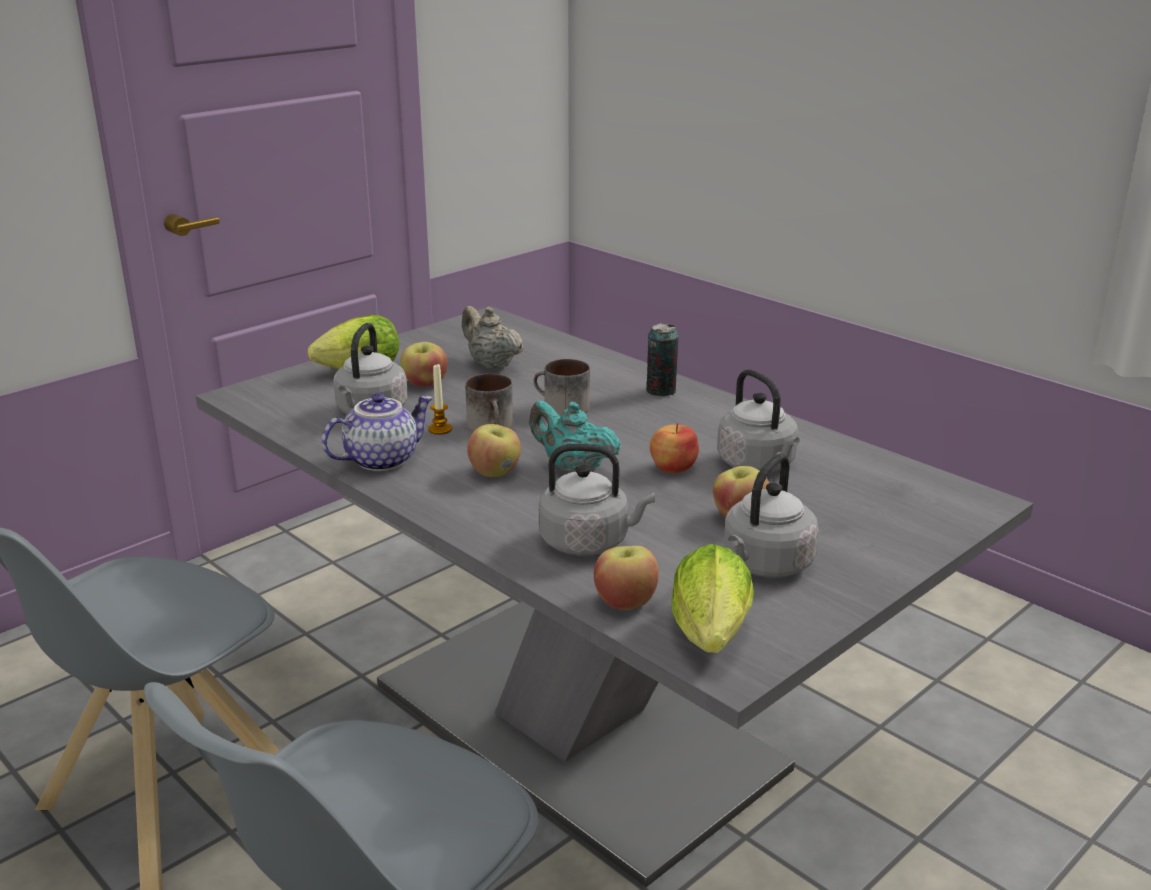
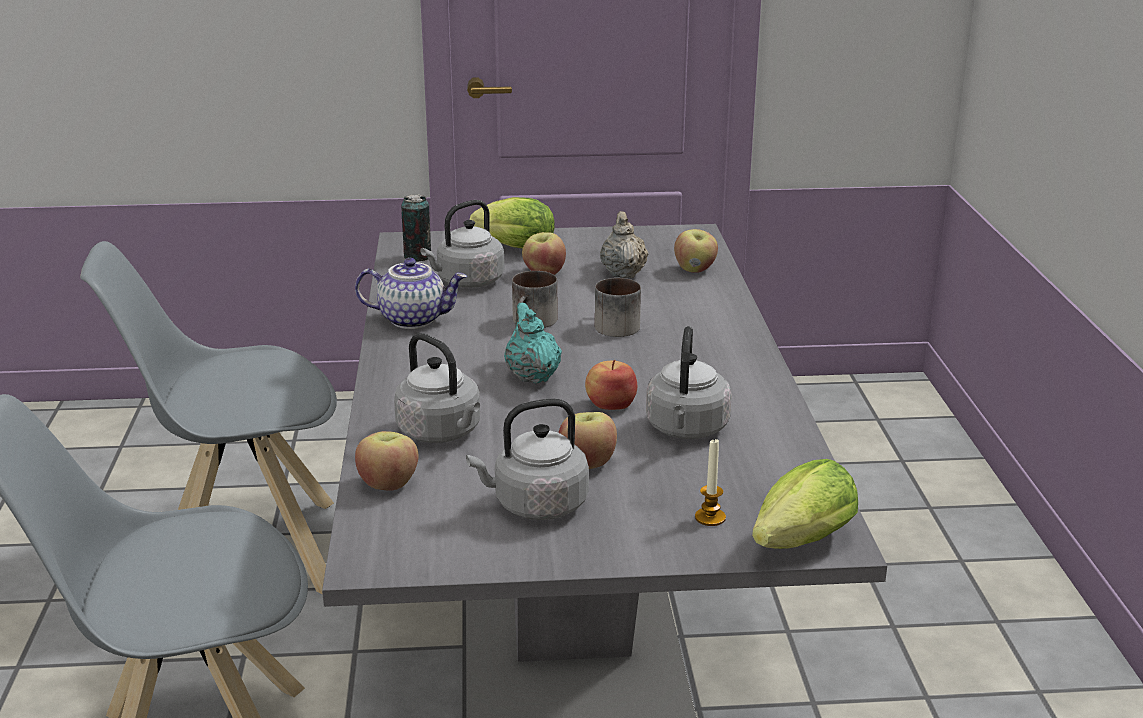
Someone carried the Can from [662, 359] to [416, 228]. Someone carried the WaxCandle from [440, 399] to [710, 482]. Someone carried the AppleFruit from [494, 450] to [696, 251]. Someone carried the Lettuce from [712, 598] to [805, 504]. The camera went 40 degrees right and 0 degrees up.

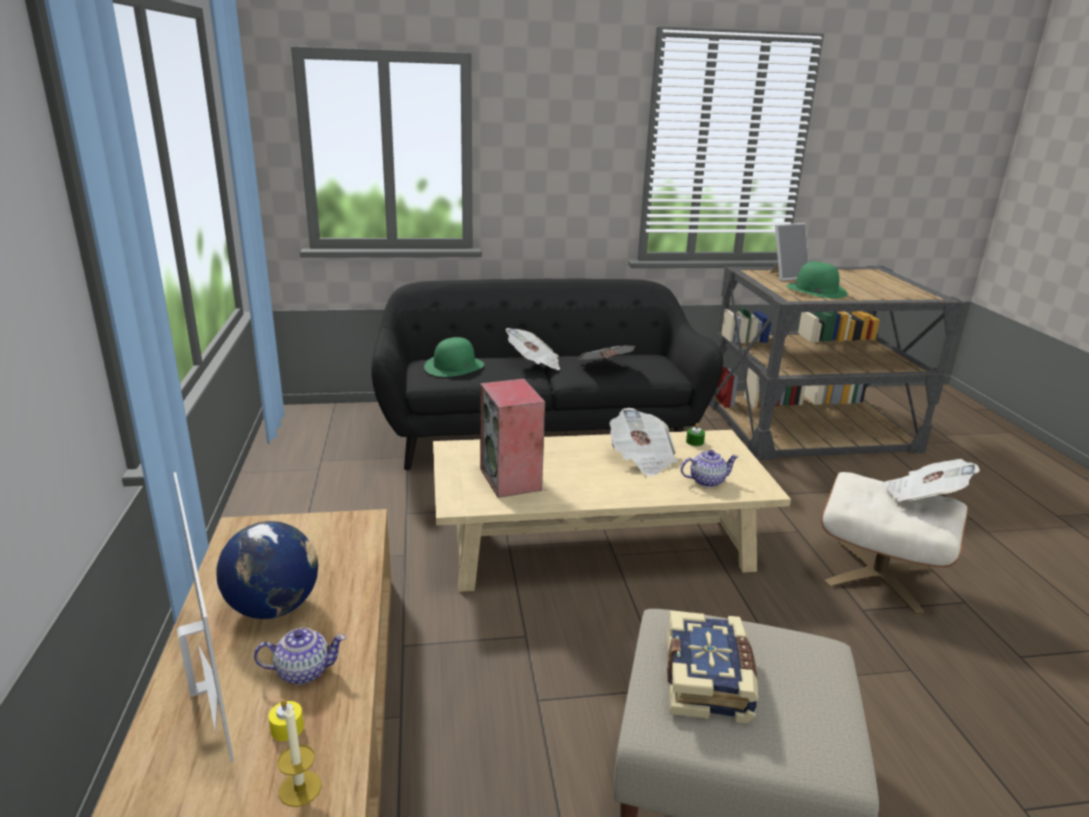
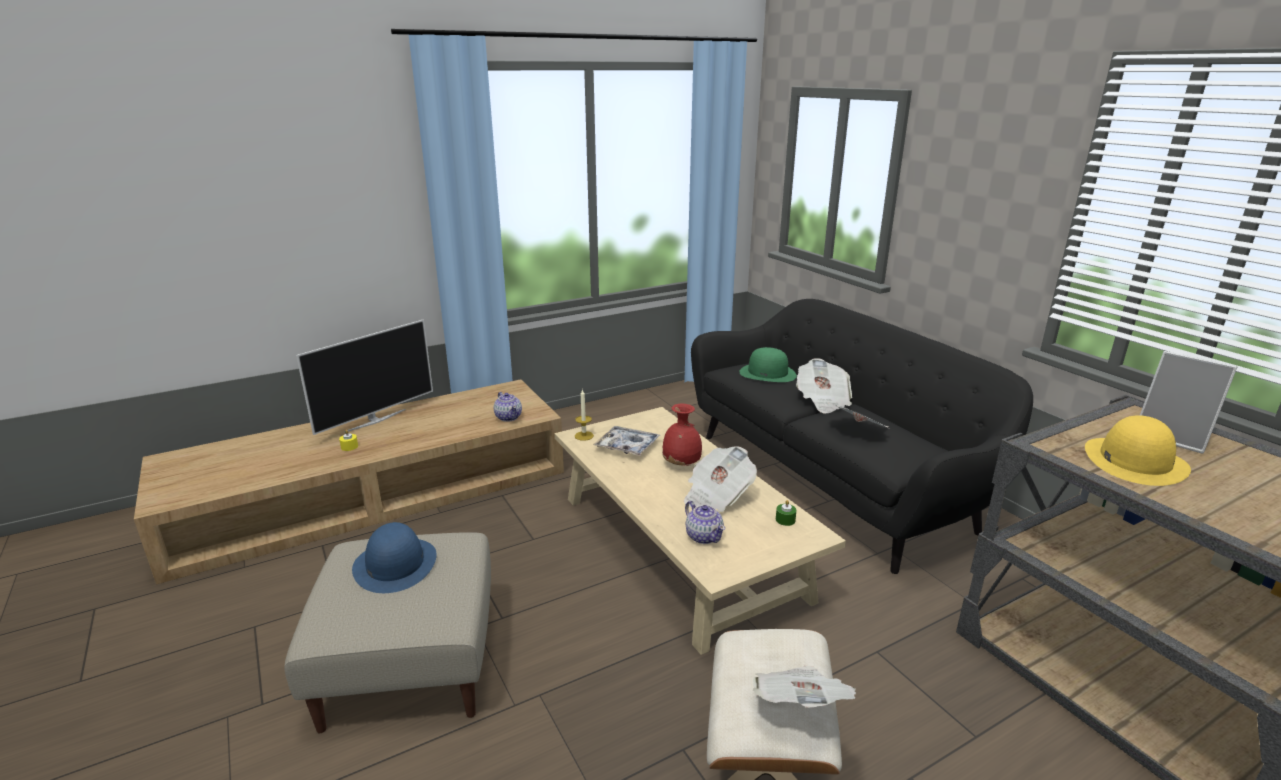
Someone repainted the GreenWearableHat at [817, 280], which became the YellowColouredWearableHat at [1138, 450]. Someone swapped the Loudspeaker at [512, 438] for the Tray at [626, 441]. Someone took away the Globe at [267, 570]. Someone swapped the Book at [712, 666] for the BluishWearableHat at [394, 557]. Someone carried the PotForTea from [300, 656] to [508, 407]. Someone carried the WaxCandle from [299, 756] to [584, 415]. Someone put down the RedColouredFlowerVase at [682, 434]. The camera went 70 degrees right and 0 degrees up.

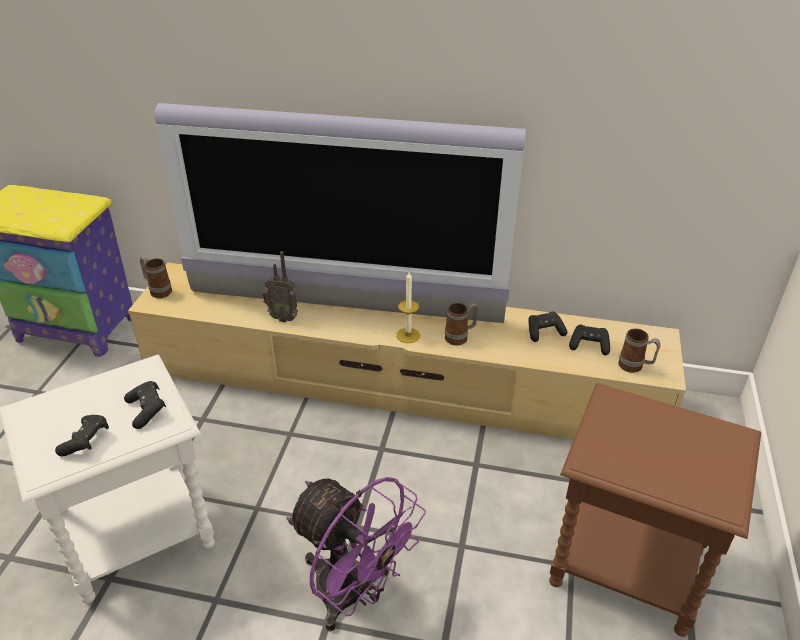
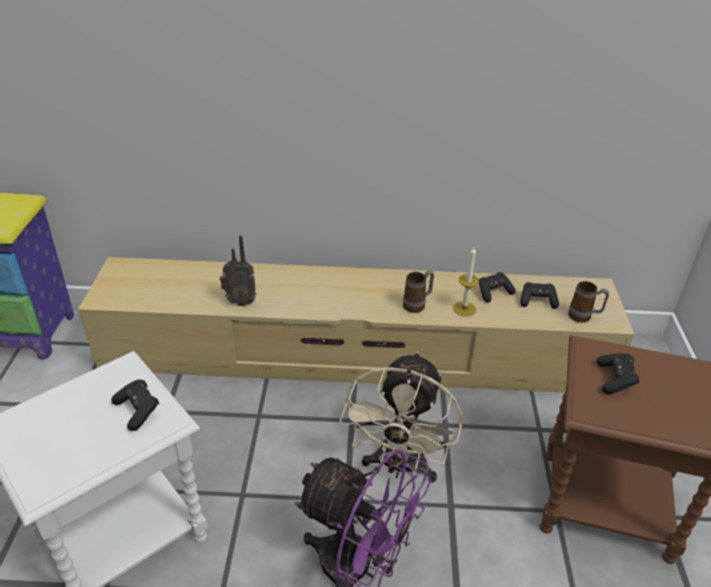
Someone took away the Television at [340, 213]. Someone took away the Mug at [156, 277]. Someone carried the WaxCandle from [408, 307] to [466, 282]. Someone carried the BlackColouredGamepad from [82, 436] to [617, 373]. Someone put down the BeigeFan at [401, 417]. The camera went 10 degrees left and 0 degrees up.

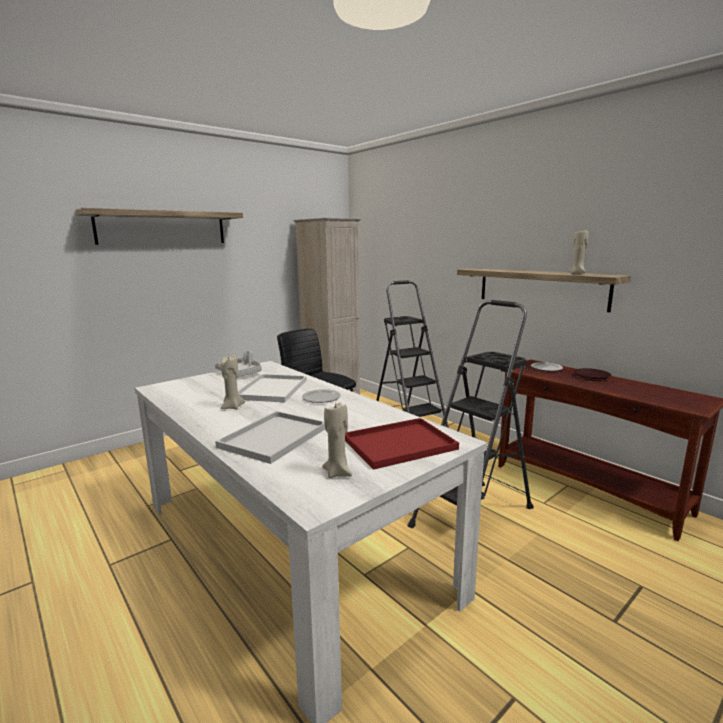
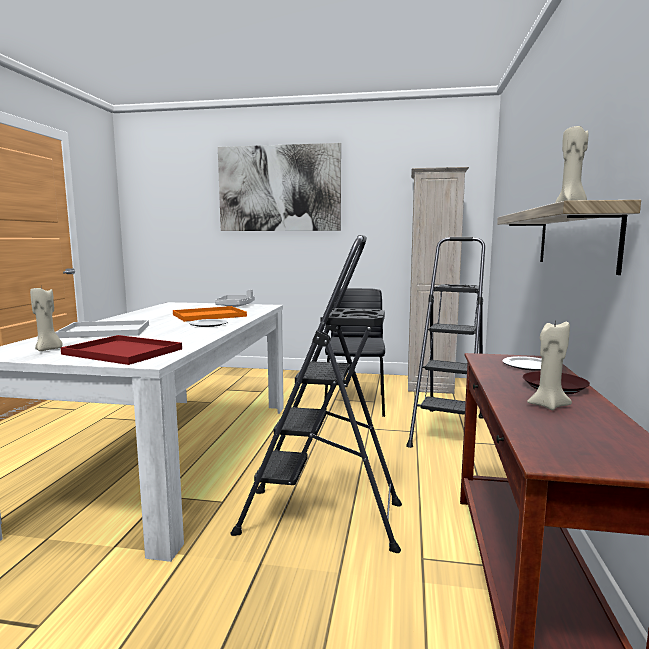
Someone swapped the BracketShelf at [159, 226] for the WallArt at [279, 187]. Someone carried the BeigeWaxCandle from [233, 382] to [549, 366]. Someone repainted the WhitishTray at [272, 388], which became the OrangeColouredTray at [210, 314]. The camera went 50 degrees right and 5 degrees down.

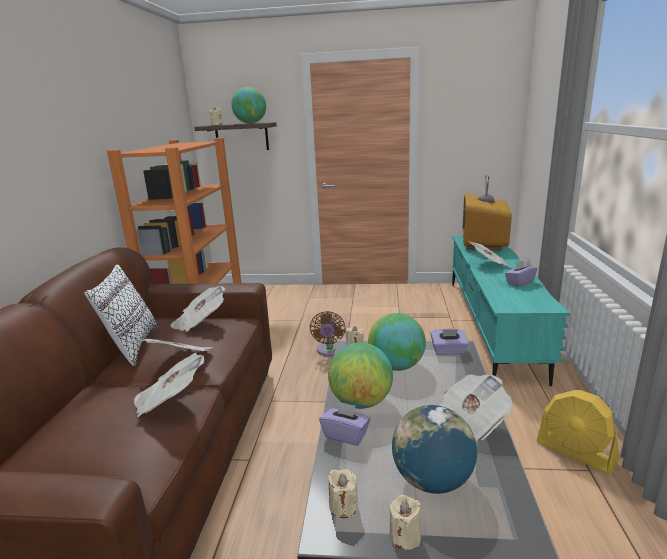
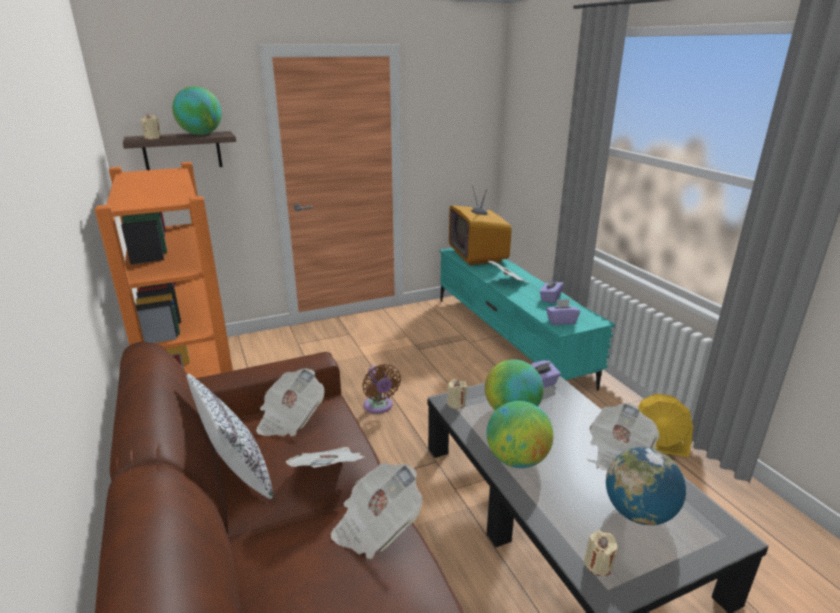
Someone carried the PurplishTissueBox from [345, 423] to [563, 312]. Someone took away the BeigeWaxCandle at [405, 522]. The camera went 30 degrees left and 5 degrees up.

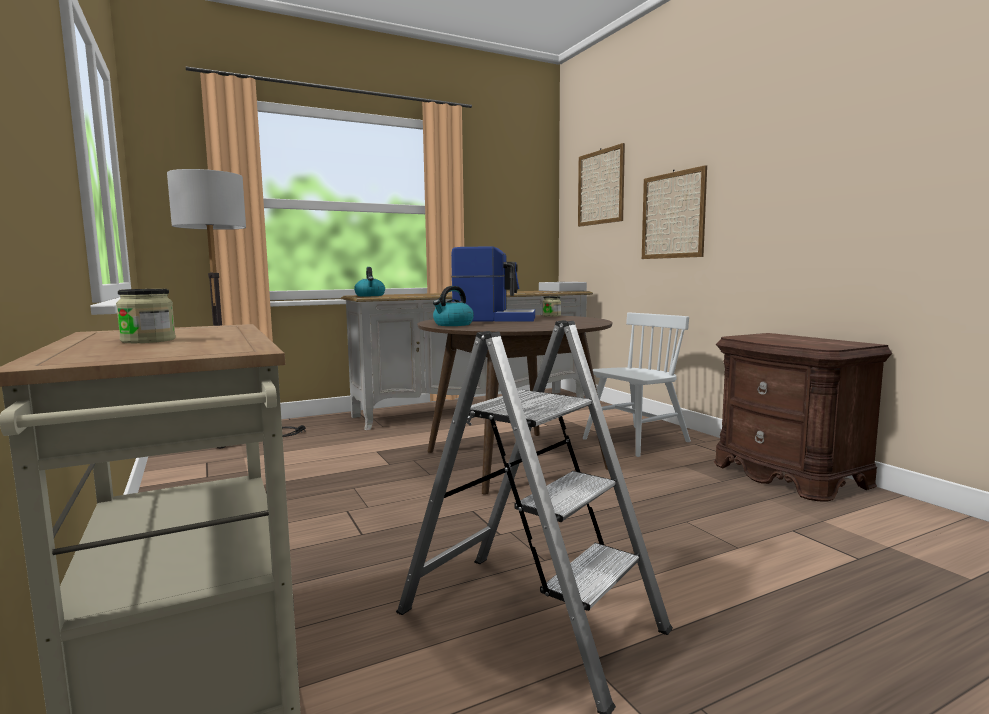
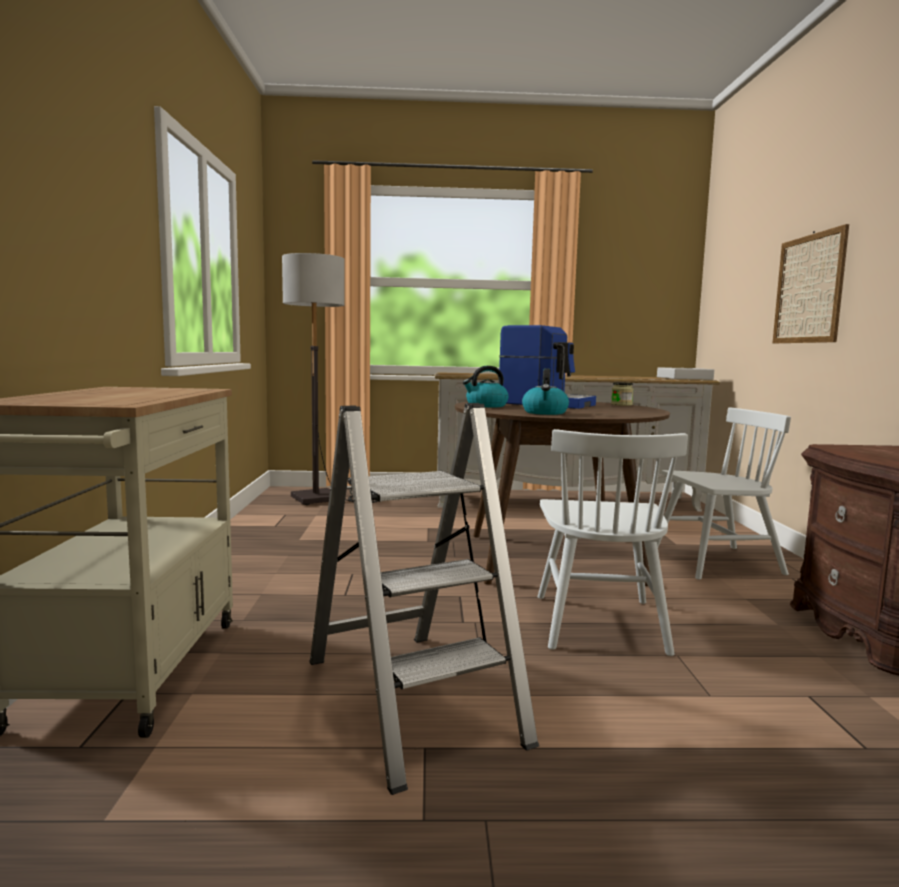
Someone took away the WallArt at [601, 185]. Someone carried the TeaKettle from [369, 281] to [545, 391]. Someone took away the PreserveJar at [146, 316]. Someone put down the WhitishPlainChair at [613, 542]. The camera went 25 degrees right and 0 degrees up.

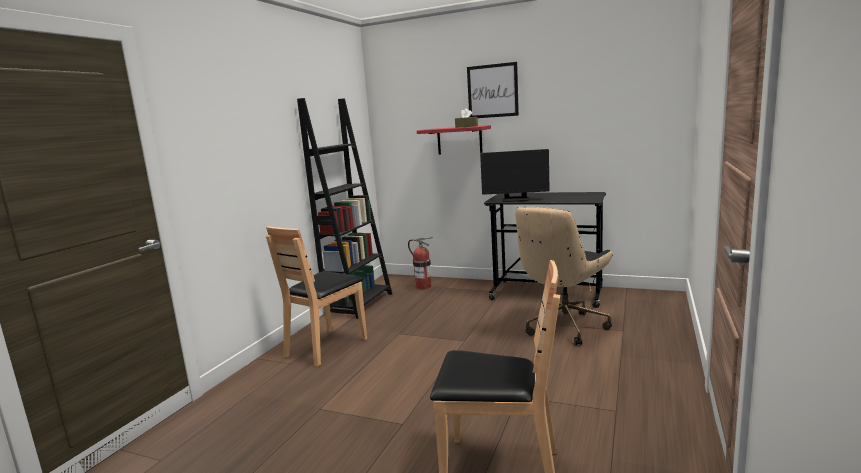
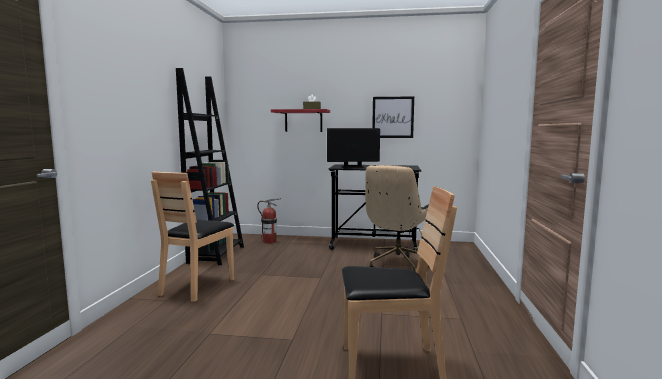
Someone carried the WallArt from [493, 90] to [393, 117]. The camera went 15 degrees left and 5 degrees down.

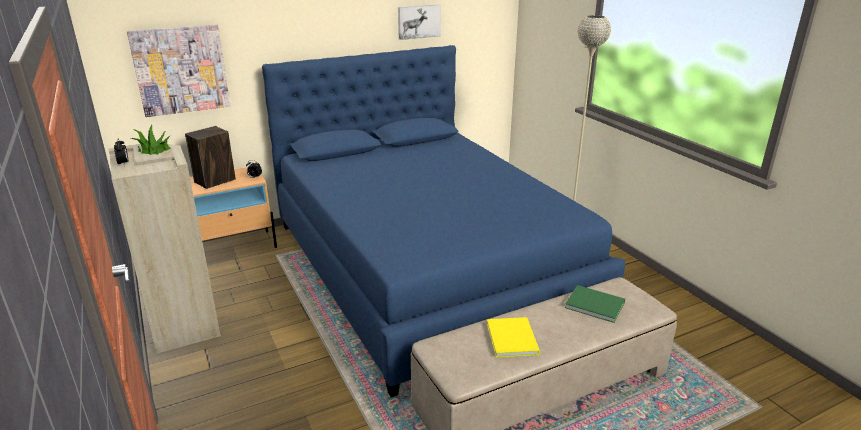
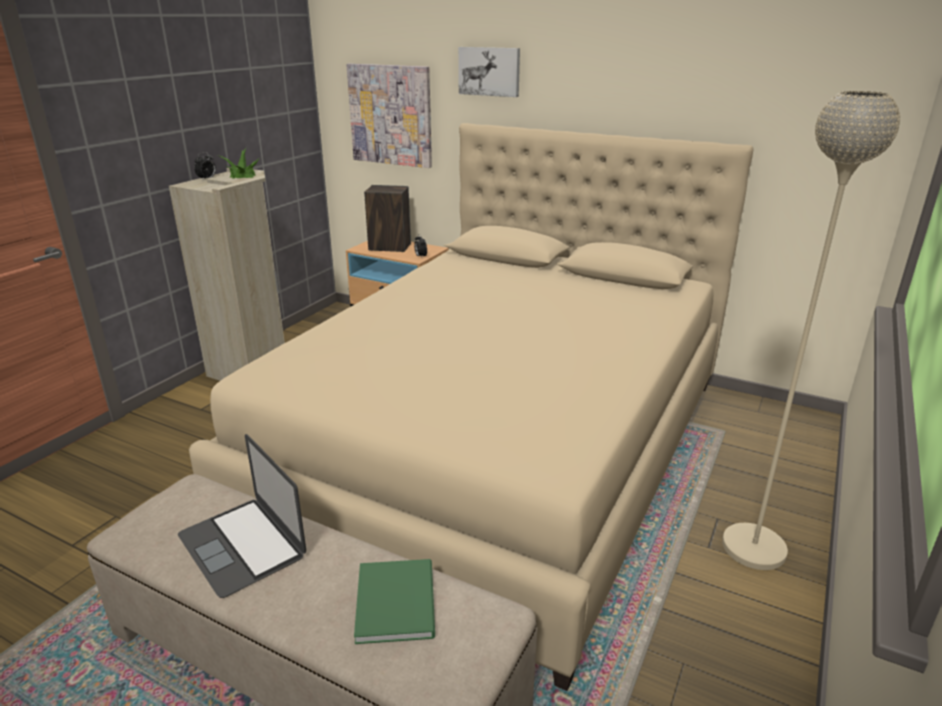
Someone carried the WallArt from [419, 22] to [489, 72]. Someone repainted the BluishBed at [444, 221], which became the BeigeBed at [471, 407]. Someone swapped the YellowColouredBook at [513, 337] for the Laptop at [242, 516]. The camera went 55 degrees right and 0 degrees up.

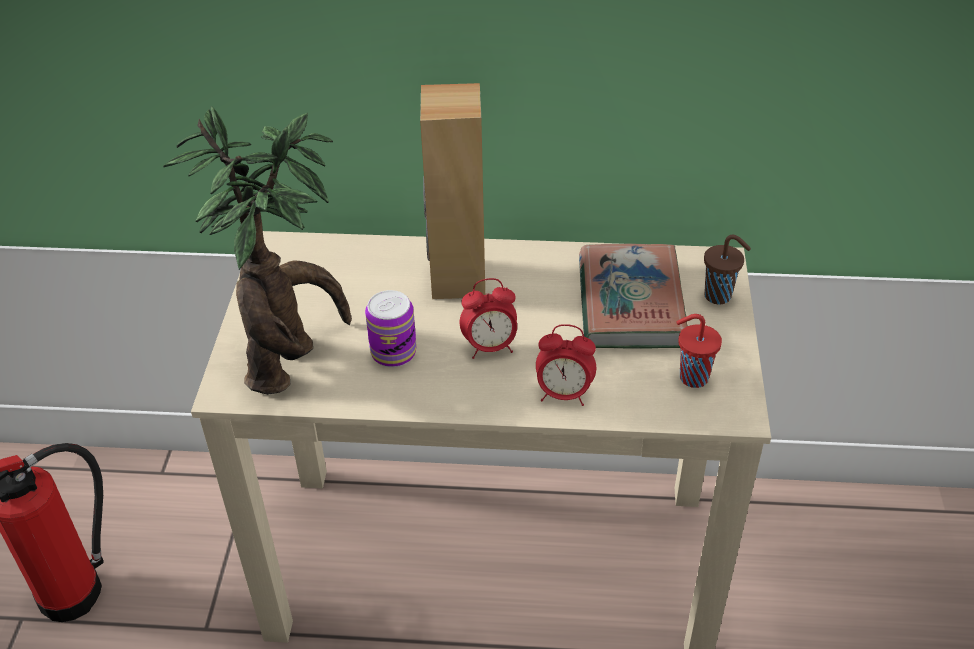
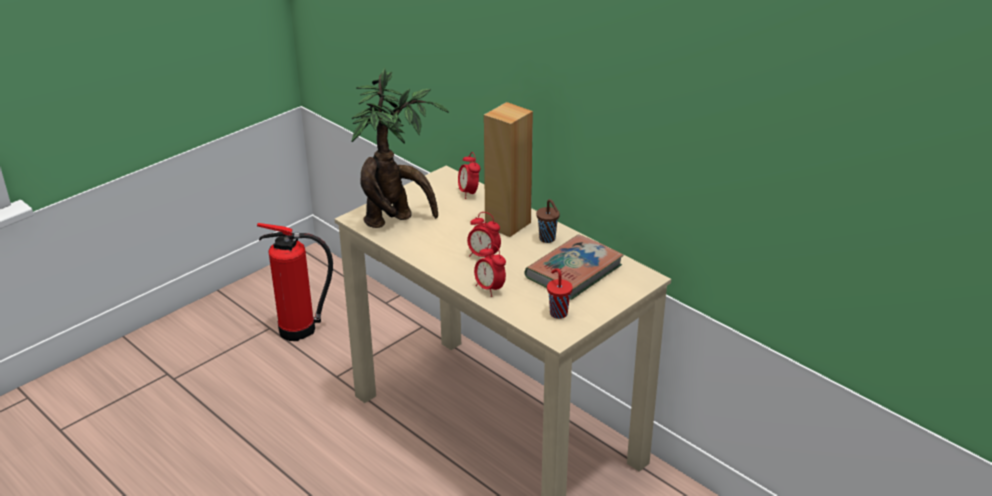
Someone carried the BrownColouredSmallCup from [727, 270] to [548, 221]. Someone took away the Can at [391, 328]. Someone put down the TableClock at [469, 175]. The camera went 40 degrees right and 10 degrees down.

